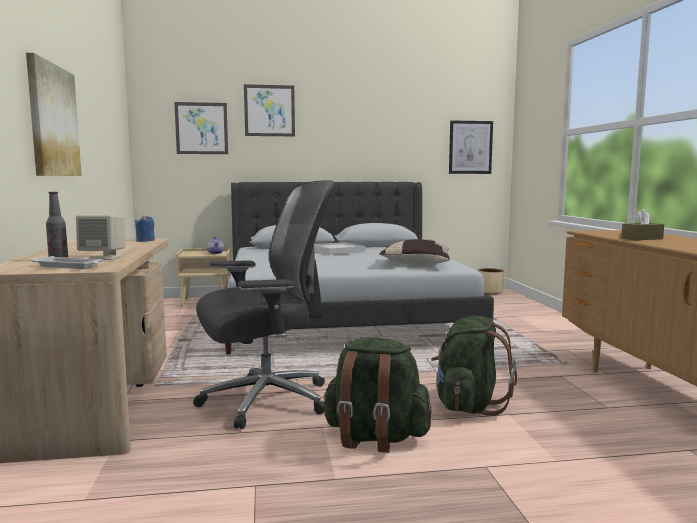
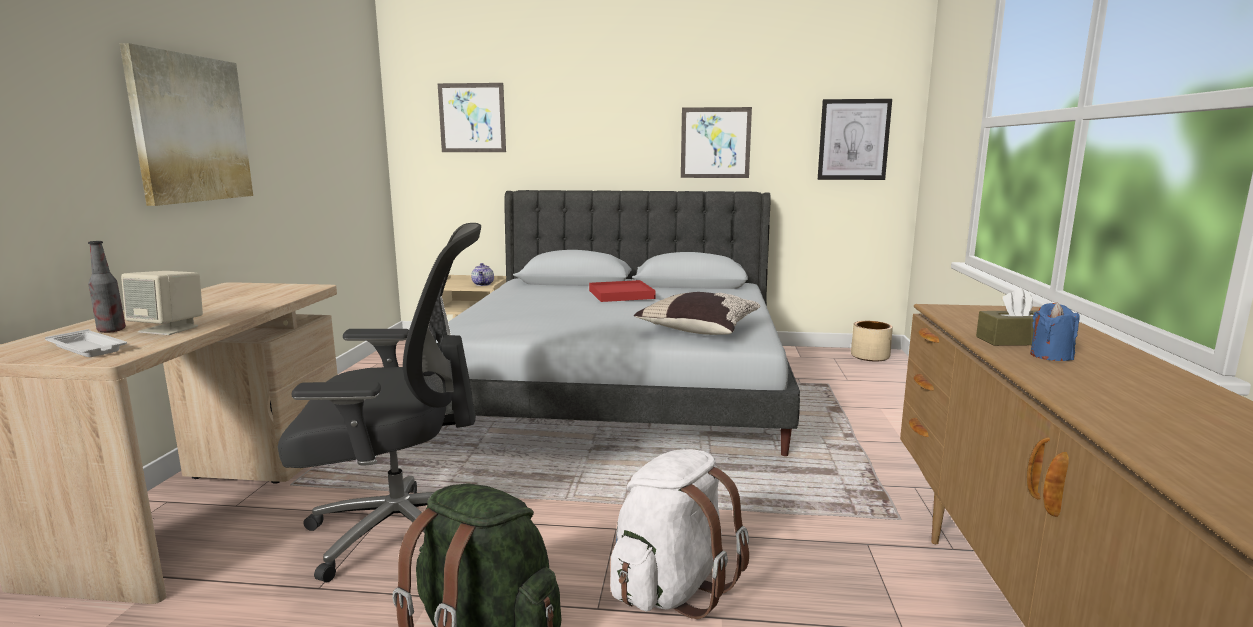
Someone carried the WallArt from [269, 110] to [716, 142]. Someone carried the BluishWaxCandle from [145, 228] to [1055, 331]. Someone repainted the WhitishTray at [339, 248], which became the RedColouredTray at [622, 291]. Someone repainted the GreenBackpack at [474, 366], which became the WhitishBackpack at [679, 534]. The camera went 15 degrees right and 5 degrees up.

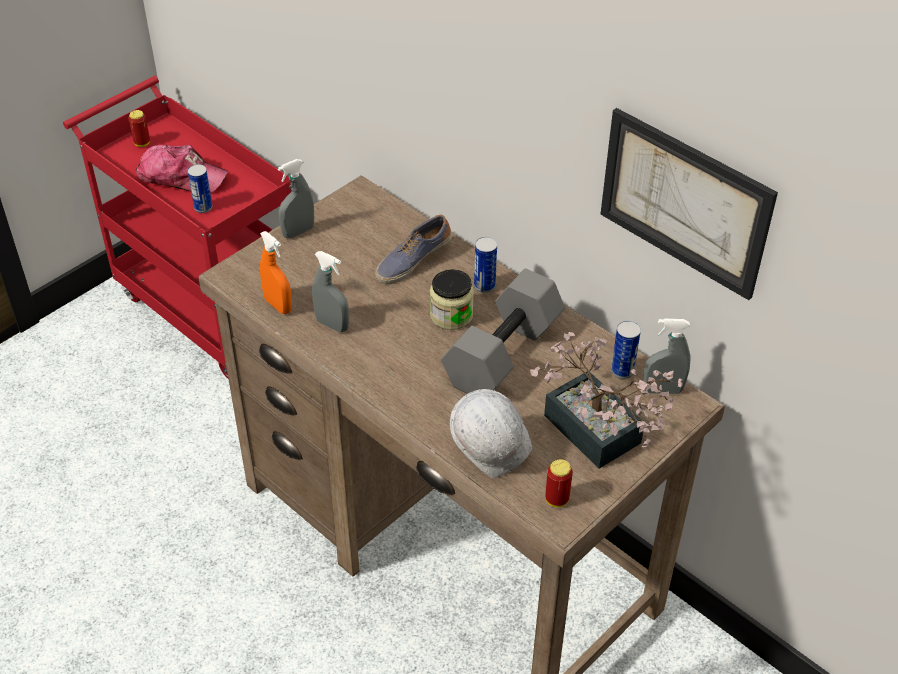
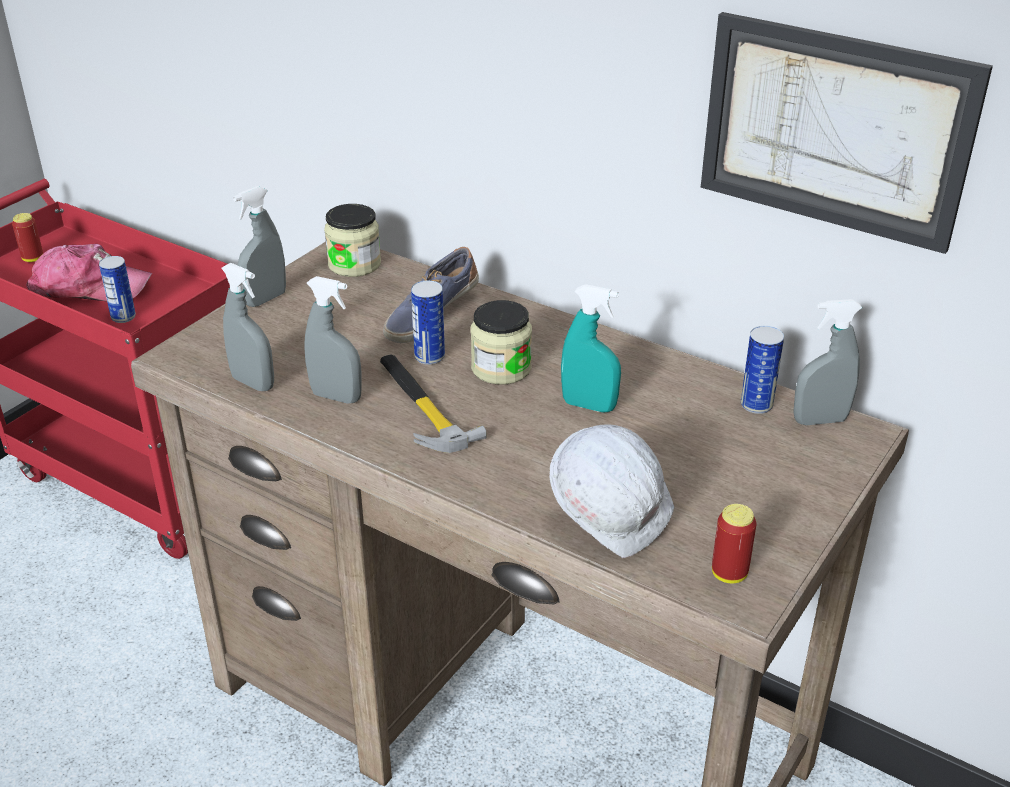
Someone repainted the OrangeColouredSprayBottle at [276, 272], which became the GreyishSprayBottle at [248, 327]. Someone carried the Can from [485, 265] to [428, 323]. Someone swapped the GreyishHandWeight at [503, 331] for the BlueGreenSprayBottle at [591, 348]. Someone took away the Houseplant at [606, 400]. Someone put down the PreserveJar at [352, 240]. Someone put down the Hammer at [433, 403]. The camera went 10 degrees left and 10 degrees down.

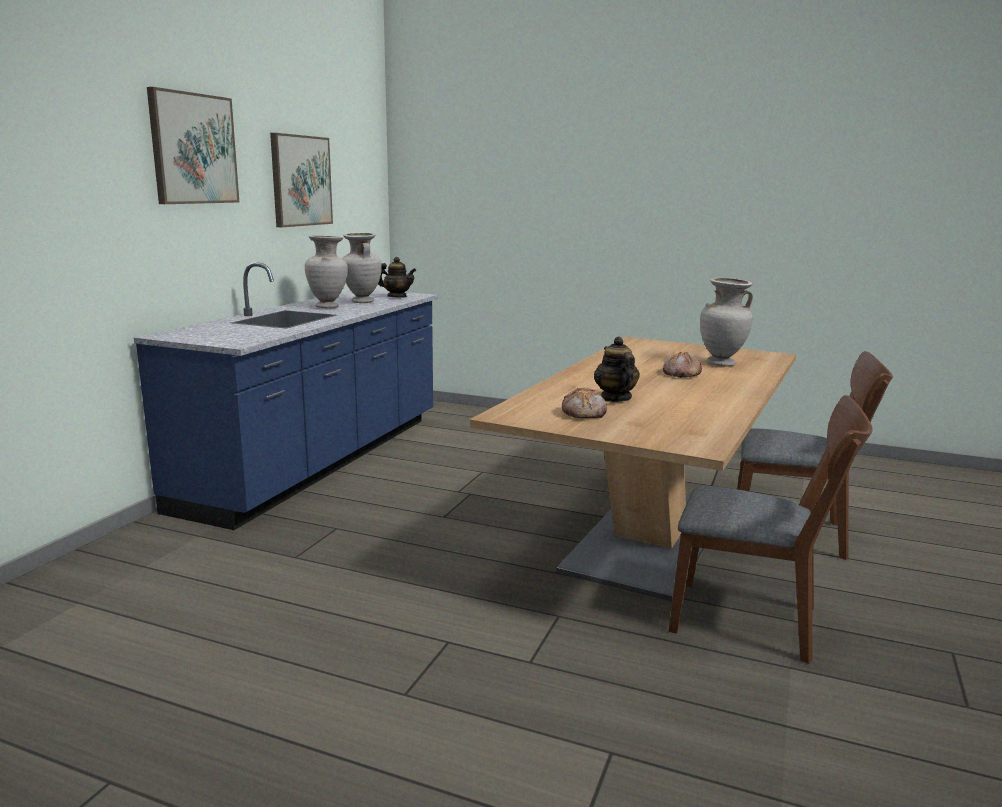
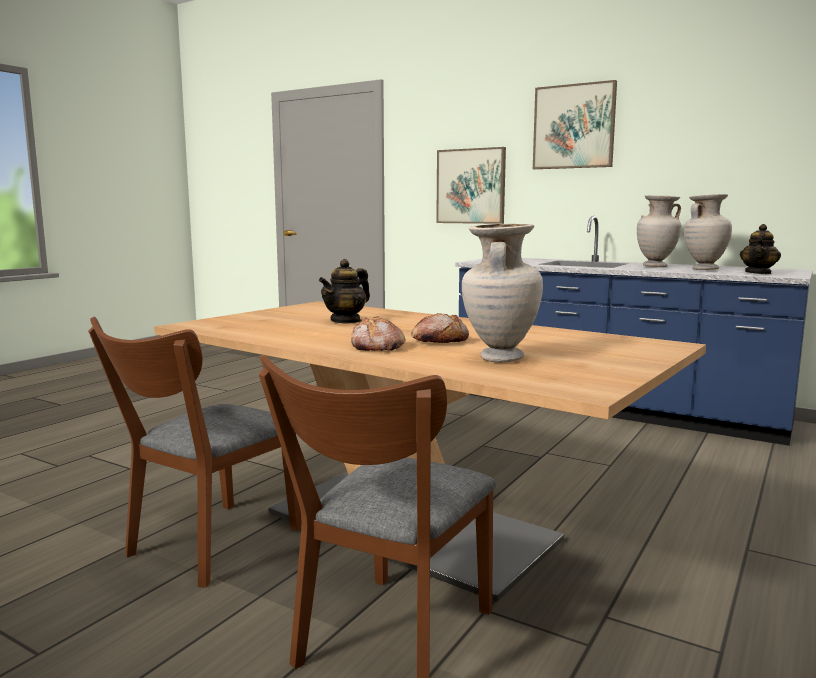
Someone carried the WallArt from [301, 180] to [471, 185]. Someone rotated the PotForTea at [617, 369] by 135 degrees clockwise. Someone carried the Bread from [584, 403] to [378, 333]. The camera went 100 degrees right and 5 degrees down.

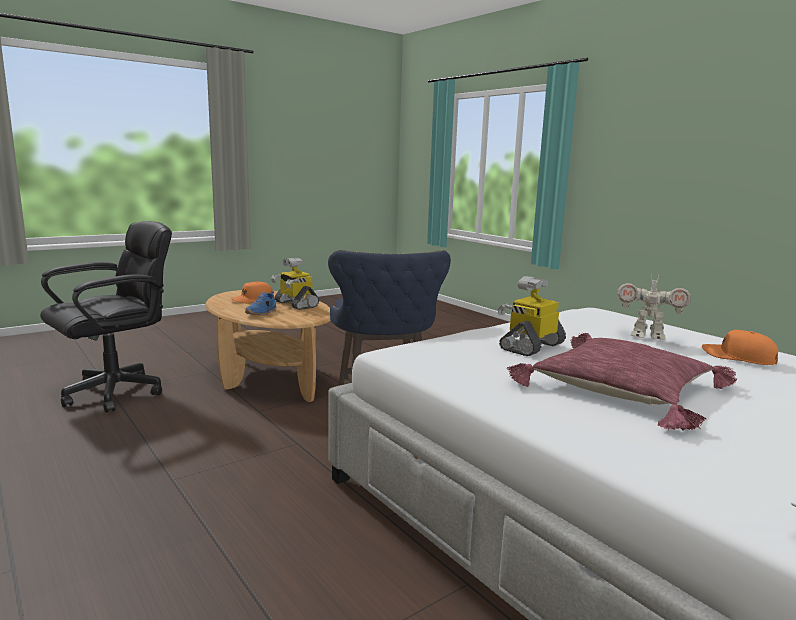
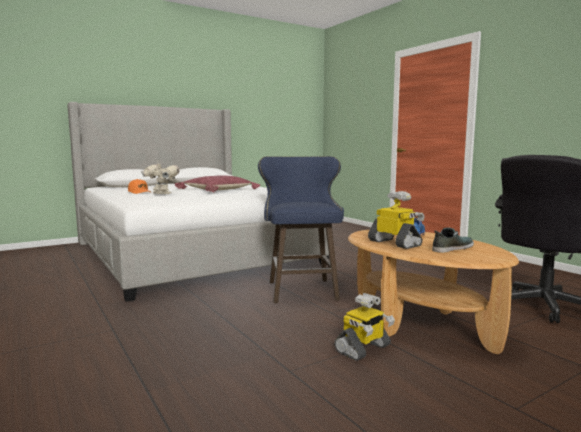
Someone carried the RobotFigure from [532, 316] to [364, 327]. Someone swapped the OrangeColouredBaseballCap at [252, 292] for the LowShoe at [453, 240]. The camera went 175 degrees left and 5 degrees down.

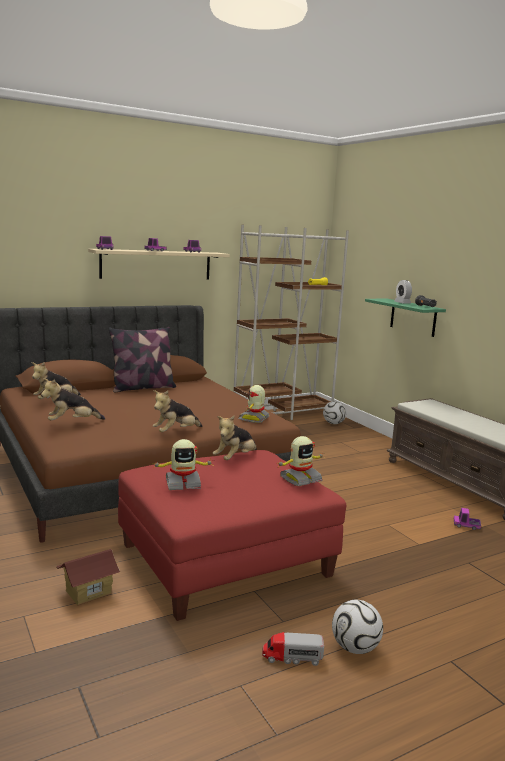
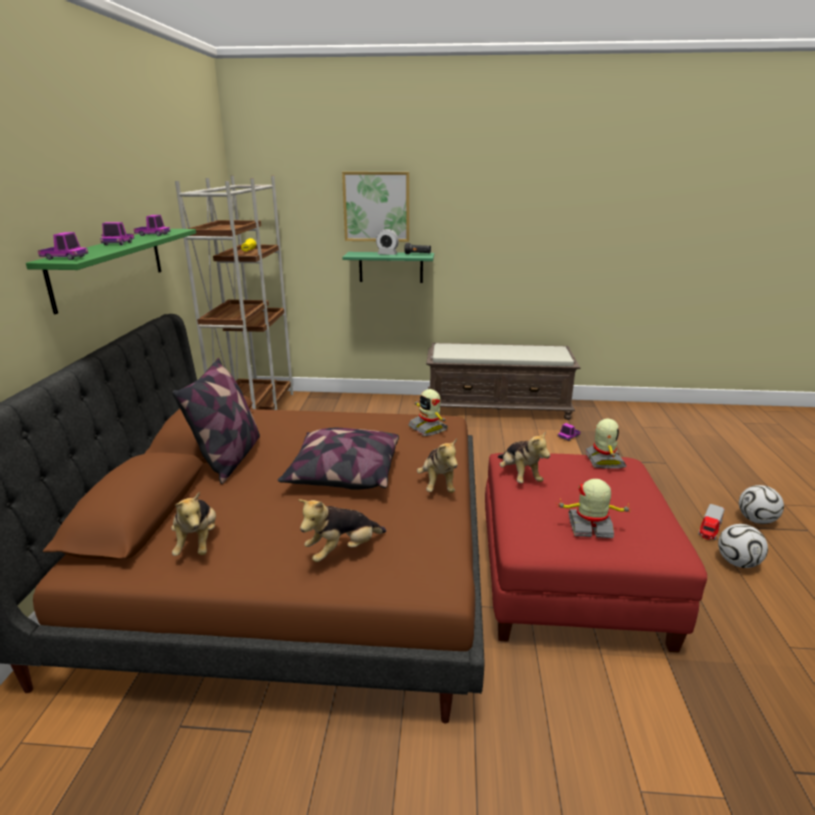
Someone repainted the BeigeBracketShelf at [159, 264], which became the GreenBracketShelf at [111, 271]. Someone rotated the PlushToy at [73, 399] by 45 degrees clockwise. Someone carried the Football from [334, 412] to [761, 504]. Someone rotated the RobotFigure at [183, 464] by 105 degrees counterclockwise. Someone took away the ToyHouse at [88, 577]. Someone carried the ModelTruck from [293, 649] to [711, 522]. Someone put up the WallArt at [375, 207]. Someone put down the ThrowPillow at [338, 459]. The camera went 55 degrees left and 10 degrees up.

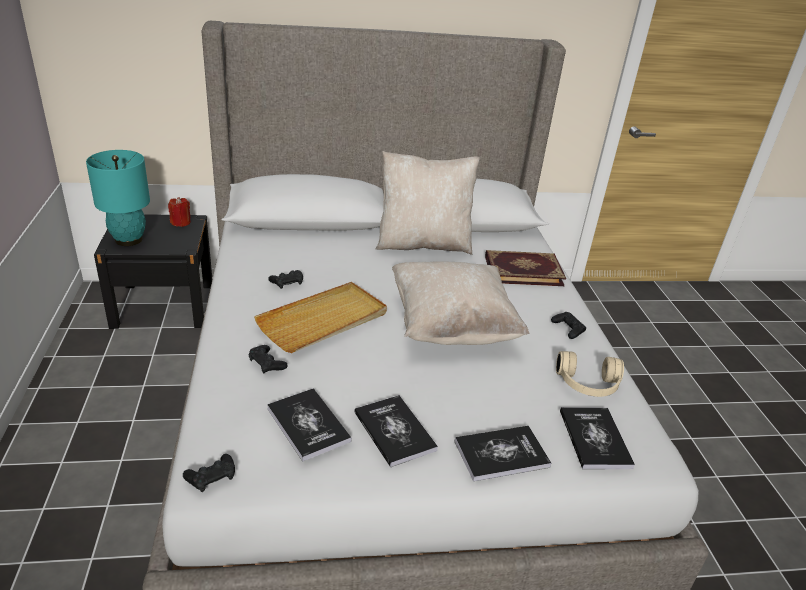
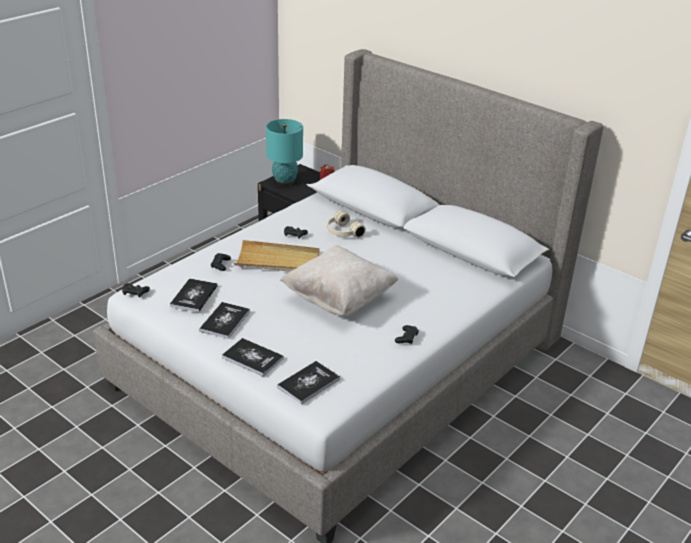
Someone took away the BeigeThrowPillow at [428, 203]. Someone took away the Book at [525, 268]. Someone carried the BeigeHeadset from [590, 374] to [346, 224]. The camera went 50 degrees right and 0 degrees up.

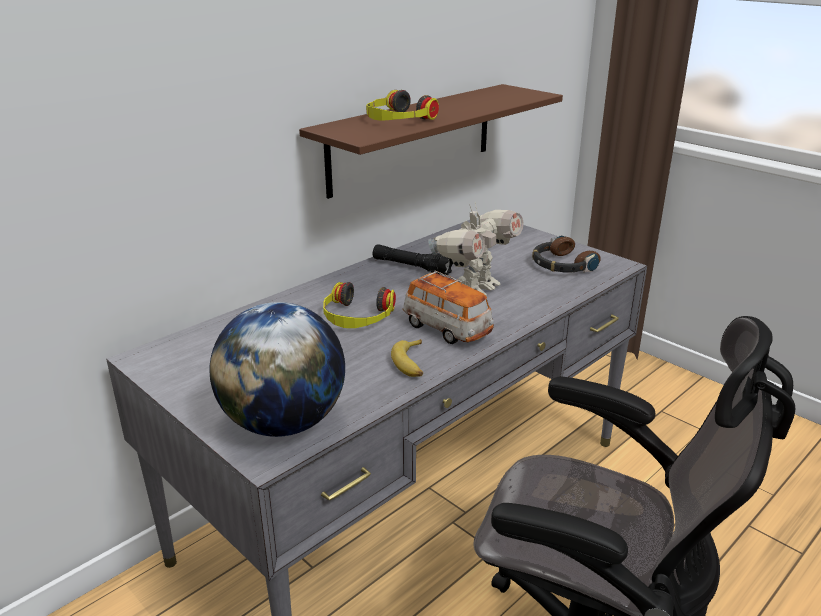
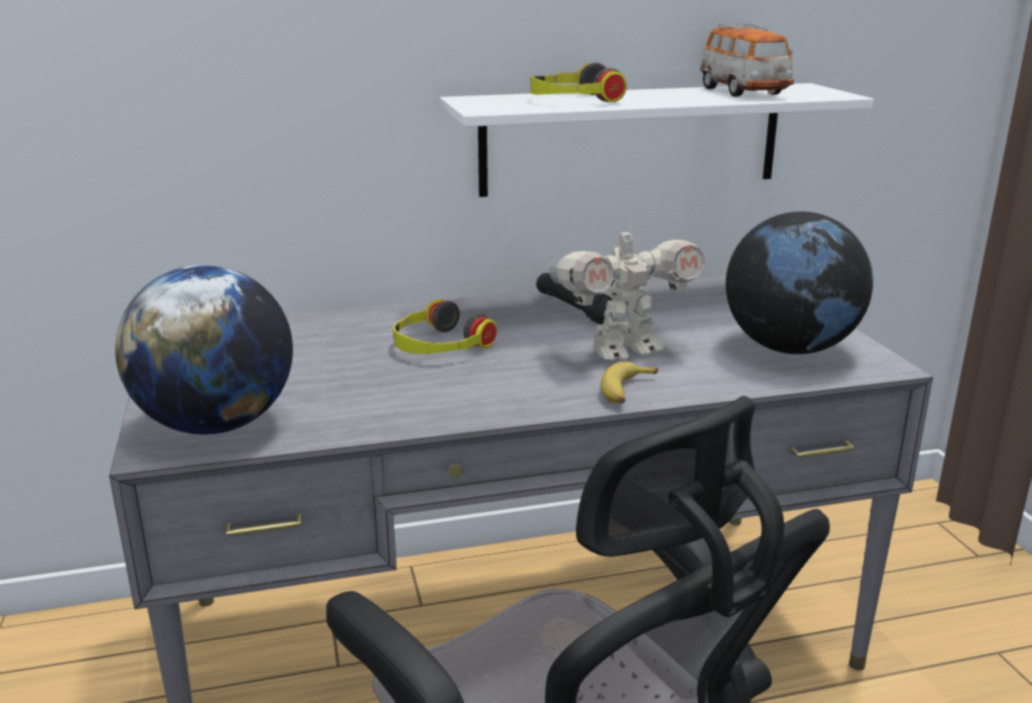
Someone repainted the BrownColouredBracketShelf at [431, 141], which became the WhitishBracketShelf at [657, 140]. Someone swapped the Headset at [566, 254] for the Globe at [799, 283]. Someone carried the ModelCar from [448, 307] to [747, 60]. Someone carried the Banana from [407, 358] to [629, 383]. The camera went 30 degrees right and 5 degrees down.

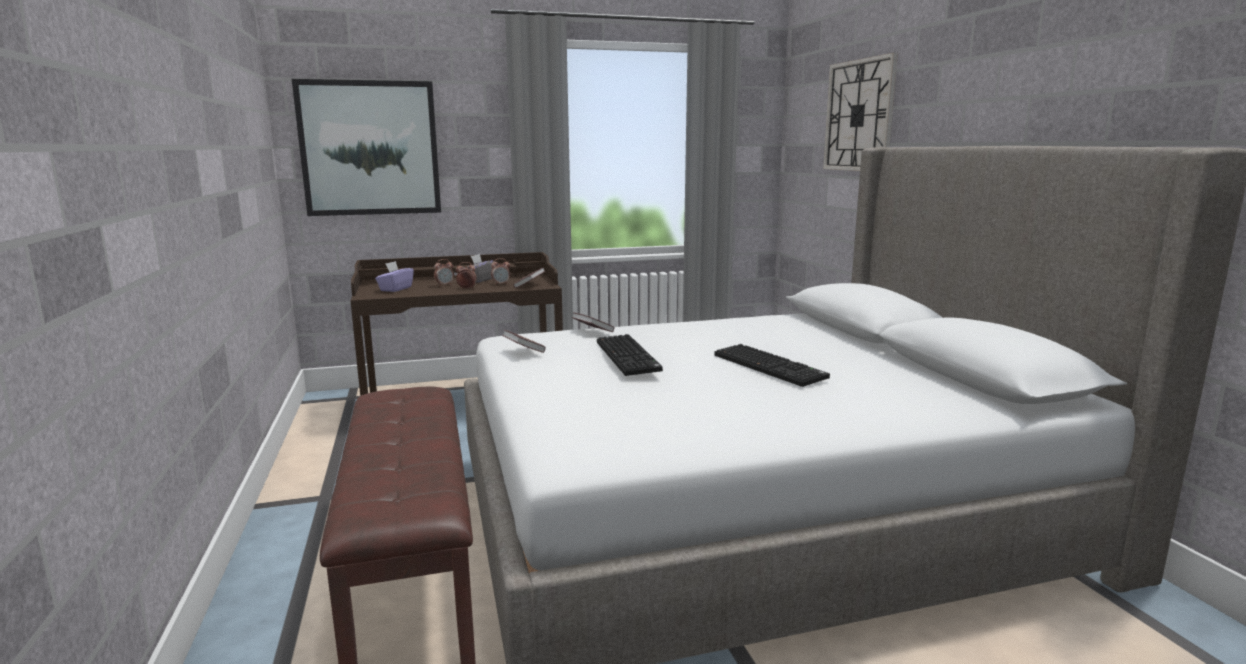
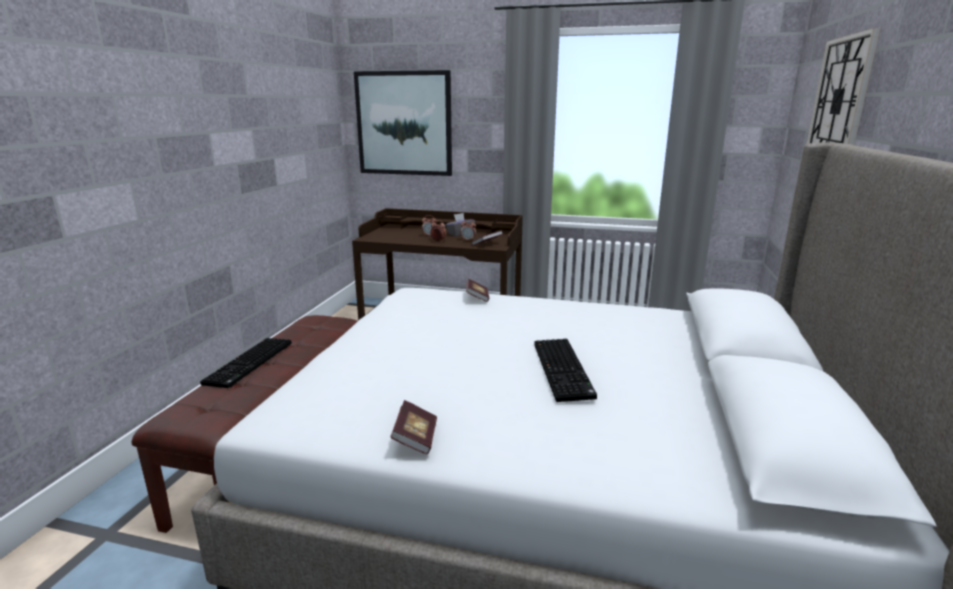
Someone took away the PurplishTissueBox at [394, 276]. Someone carried the Book from [524, 341] to [413, 427]. Someone carried the ComputerKeyboard from [630, 355] to [246, 363]. The camera went 30 degrees right and 5 degrees up.

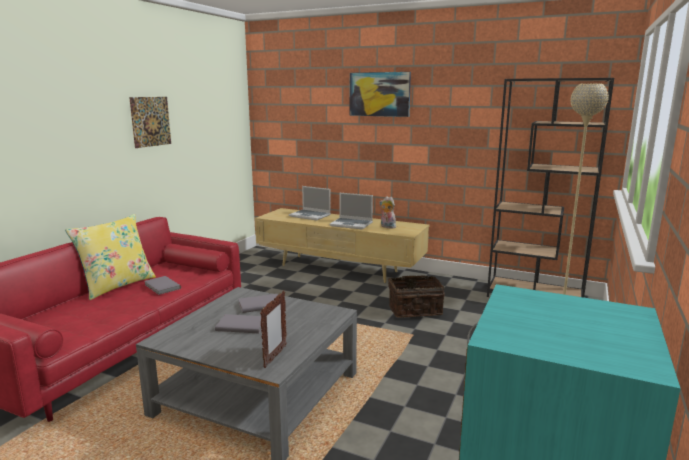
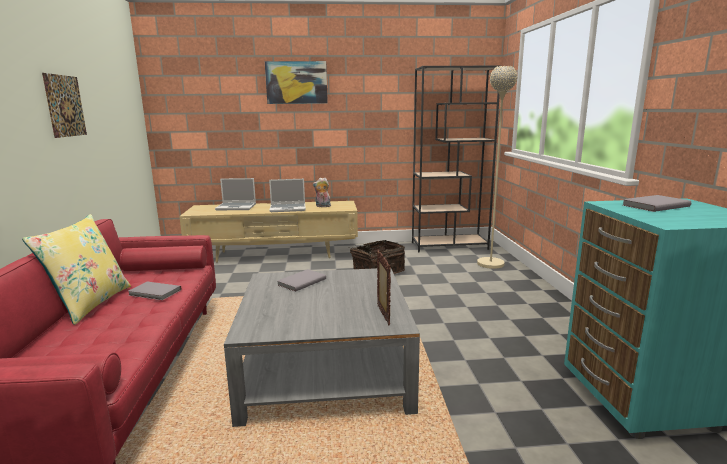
Someone carried the GreyishBook from [238, 323] to [657, 203]. The camera went 30 degrees left and 0 degrees up.

